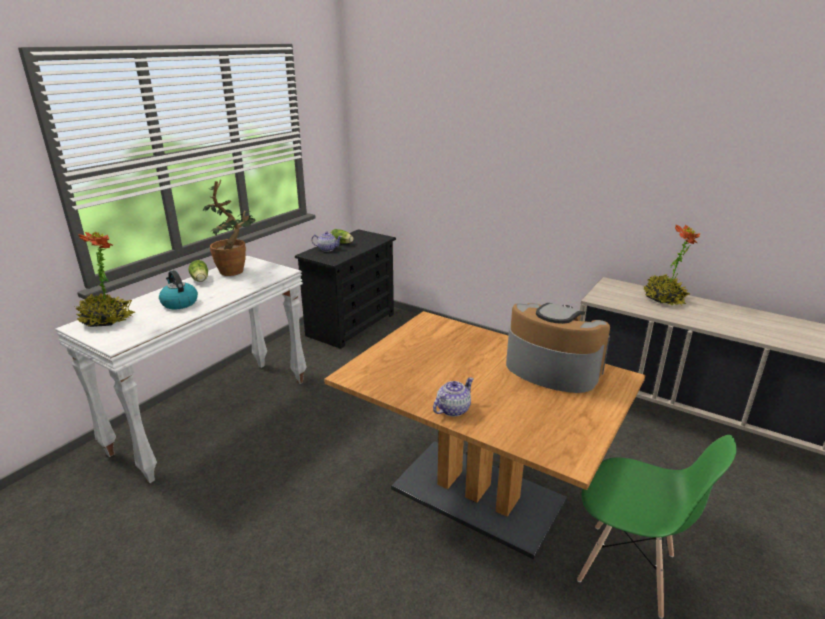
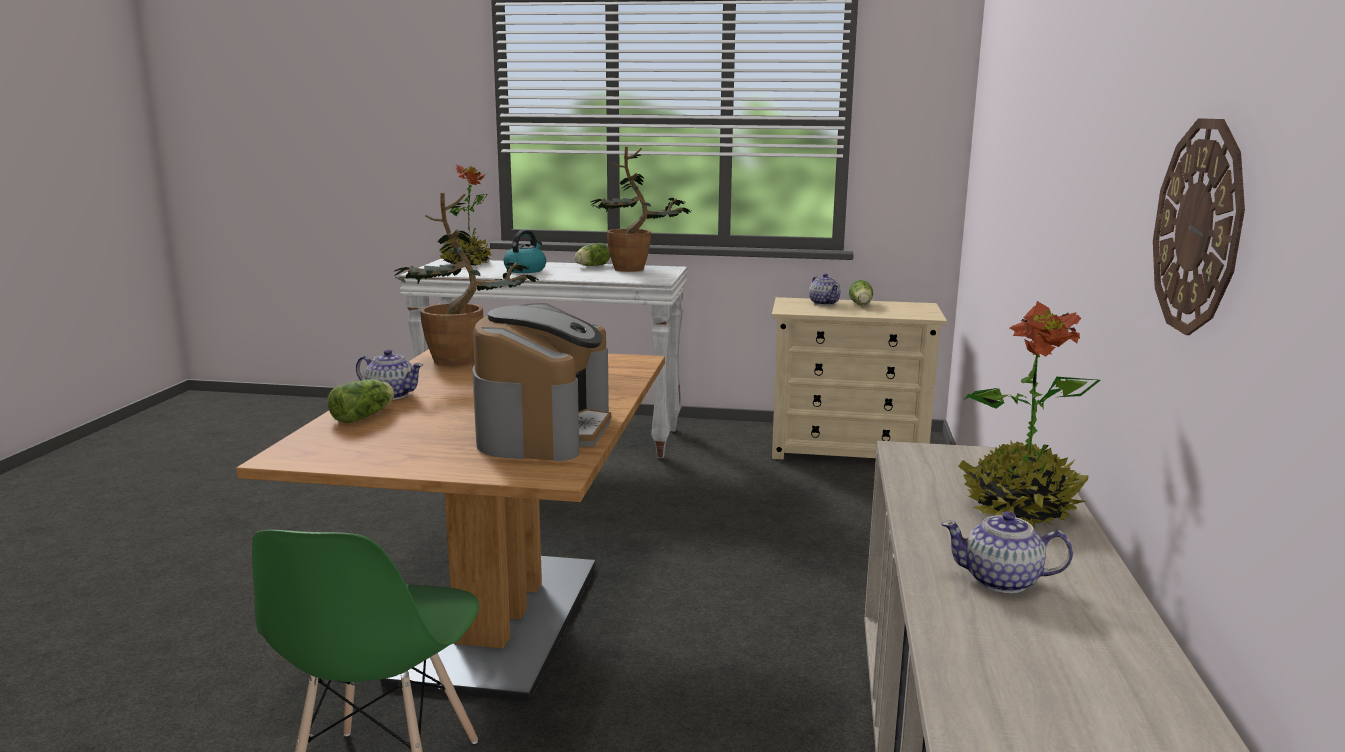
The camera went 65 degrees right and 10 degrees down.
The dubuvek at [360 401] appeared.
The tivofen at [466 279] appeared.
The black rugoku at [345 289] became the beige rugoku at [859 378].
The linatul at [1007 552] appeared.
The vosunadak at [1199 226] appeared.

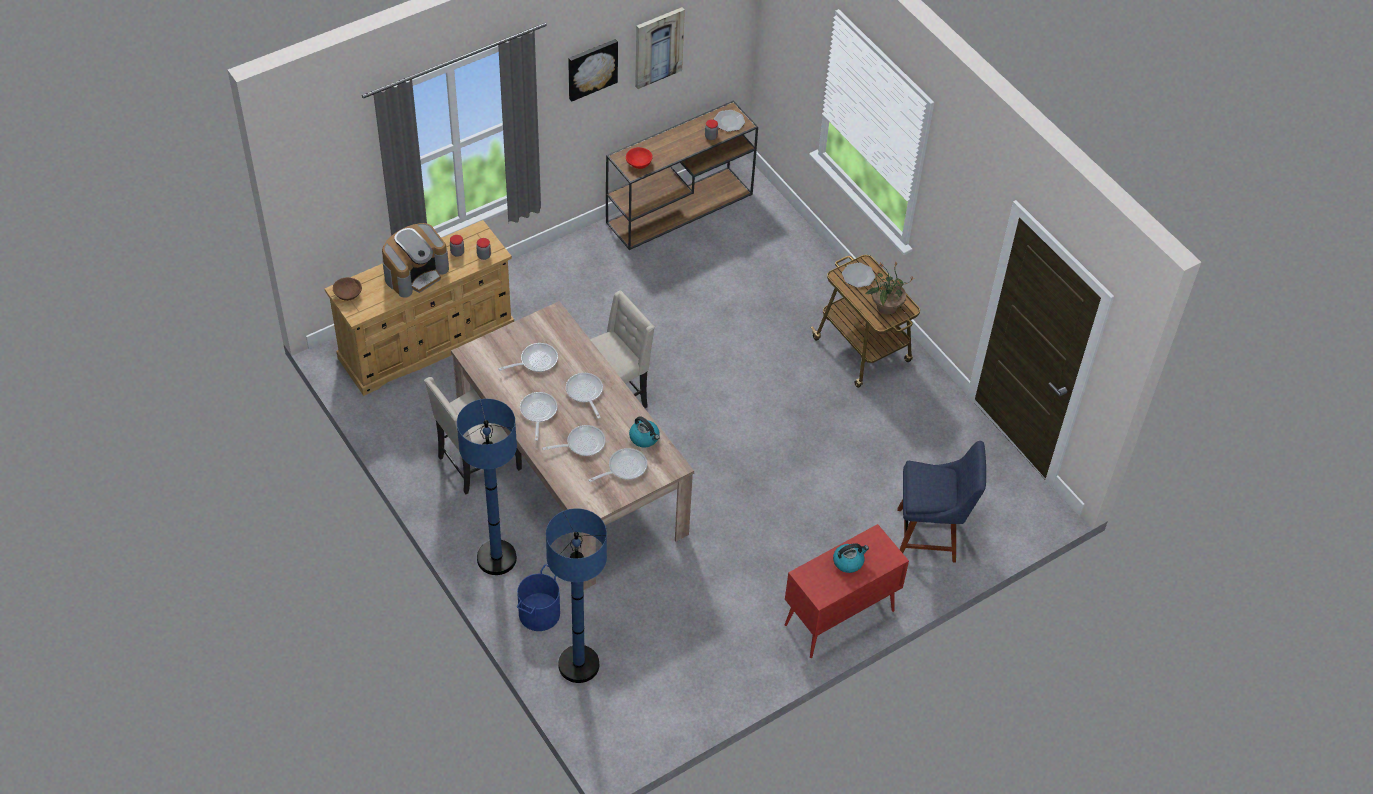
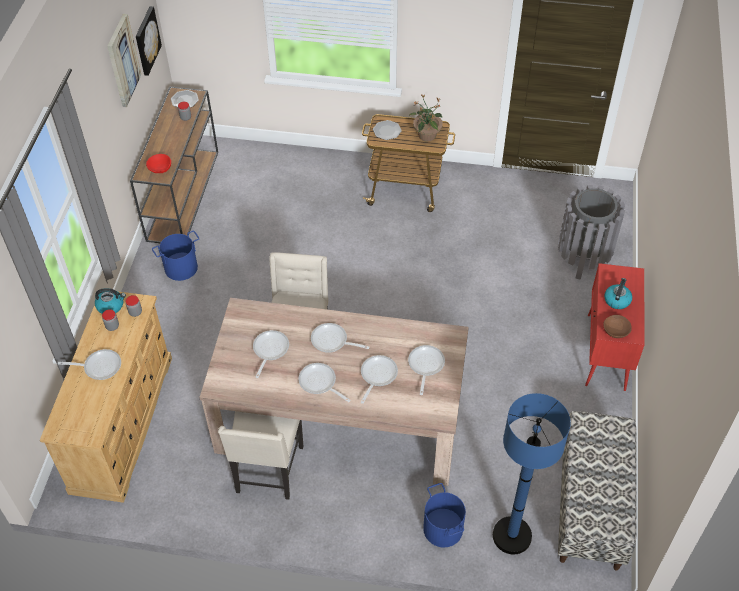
The camera went 45 degrees left and 0 degrees up.
The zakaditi at [415 260] was replaced by the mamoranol at [89 364].
The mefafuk moved from [644 432] to [110 300].
The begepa moved from [593 70] to [149 41].
The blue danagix at [176 256] appeared.
The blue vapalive at [942 502] was replaced by the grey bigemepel at [591 232].
The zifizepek at [597 491] appeared.
The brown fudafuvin moved from [347 289] to [617 326].
The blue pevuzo at [487 487] disappeared.

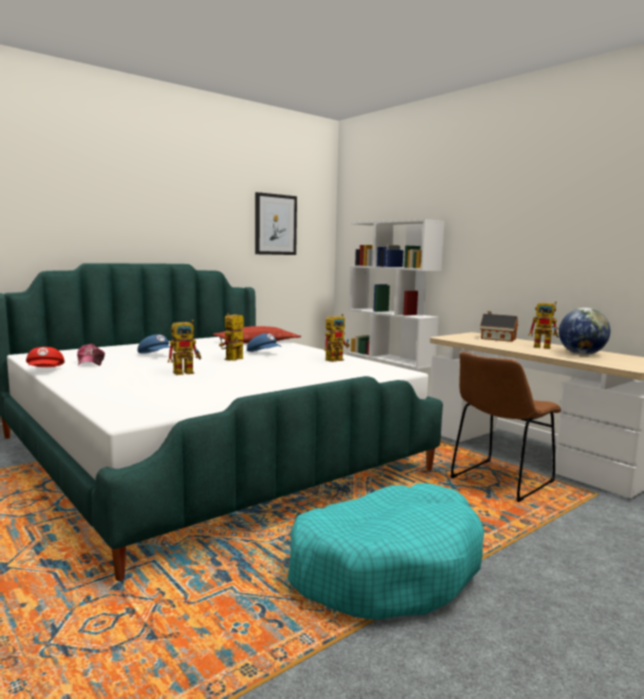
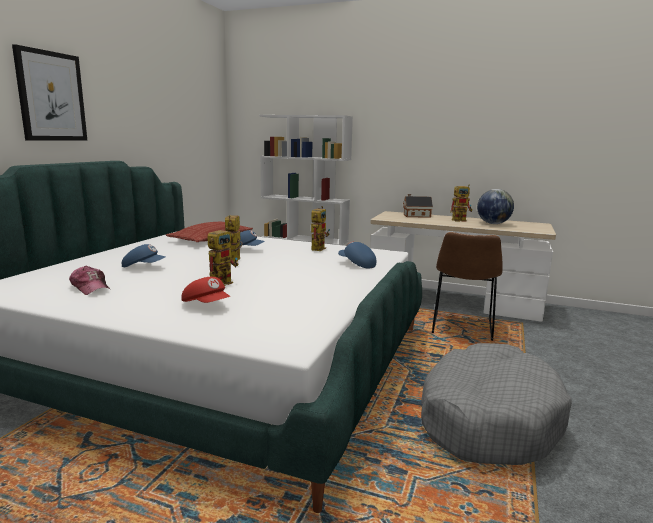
The camera went 30 degrees left and 5 degrees up.
The begepa moved from [276 223] to [49 92].
The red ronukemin moved from [45 357] to [205 290].
The blue ronukemin at [357 255] appeared.
The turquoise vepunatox at [385 551] became the grey vepunatox at [496 404].

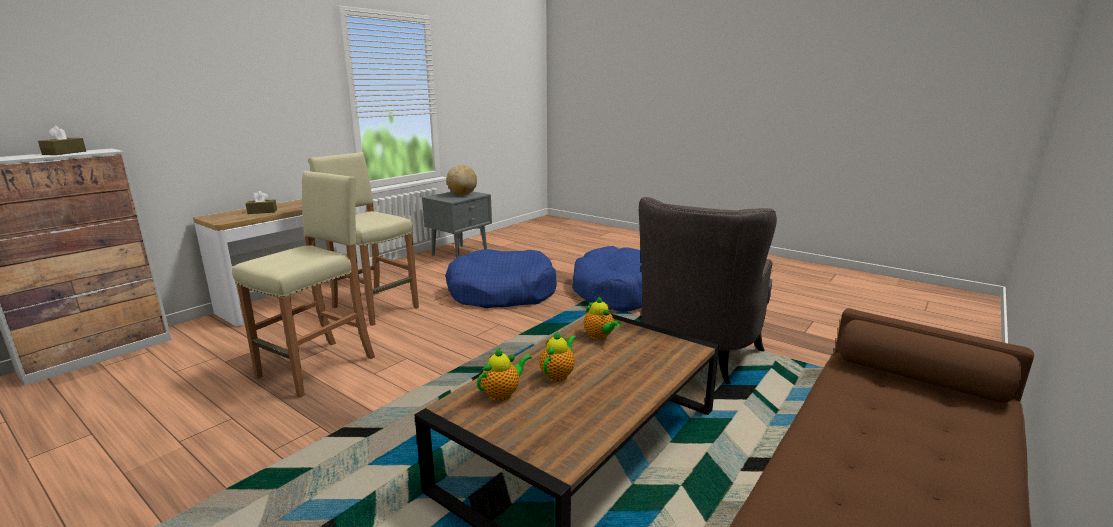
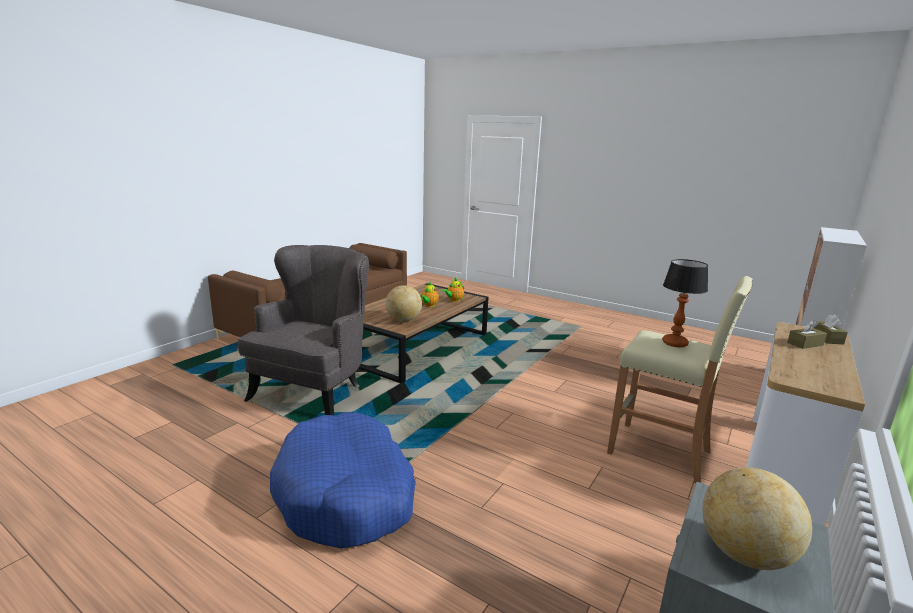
The camera went 175 degrees right and 0 degrees up.
The linatul at [602 318] was replaced by the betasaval at [404 303].
The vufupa at [685 303] appeared.
The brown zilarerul moved from [62 140] to [831 329].
The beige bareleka at [303 284] disappeared.
The blue vepunatox at [501 278] disappeared.

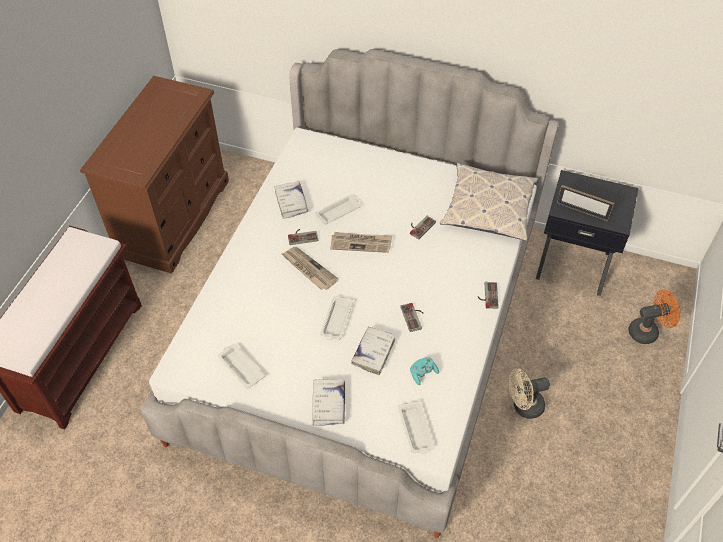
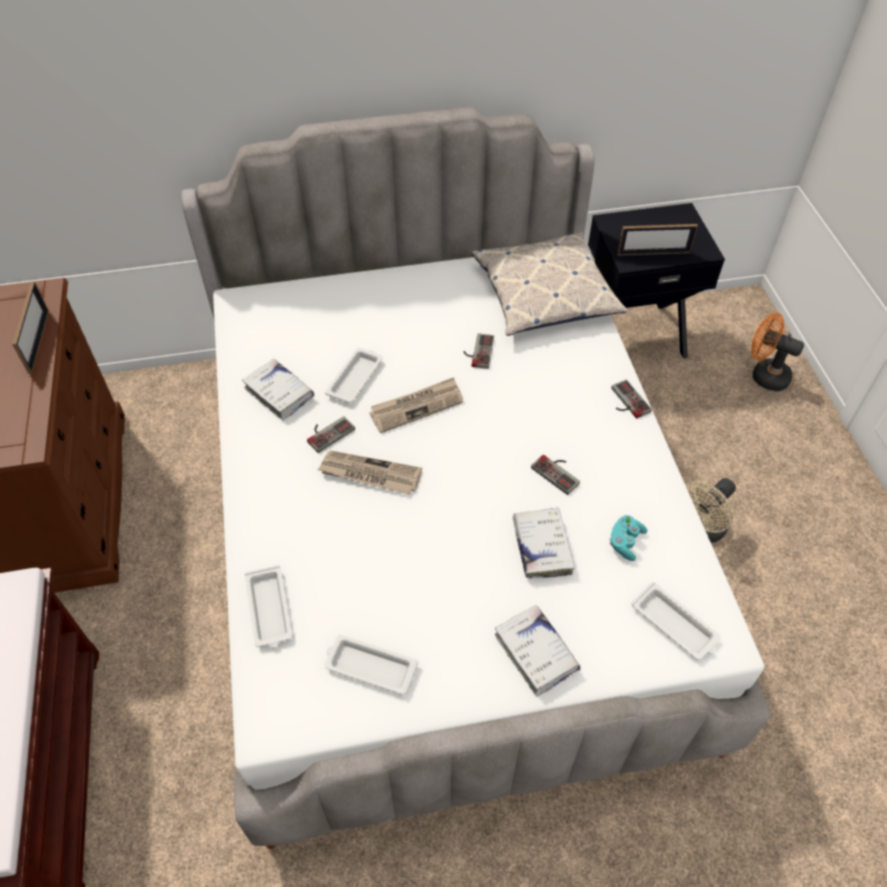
The camera went 30 degrees left and 0 degrees up.
The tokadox at [30 327] appeared.
The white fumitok moved from [336 318] to [268 606].
The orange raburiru at [654 317] turned 105 degrees counterclockwise.

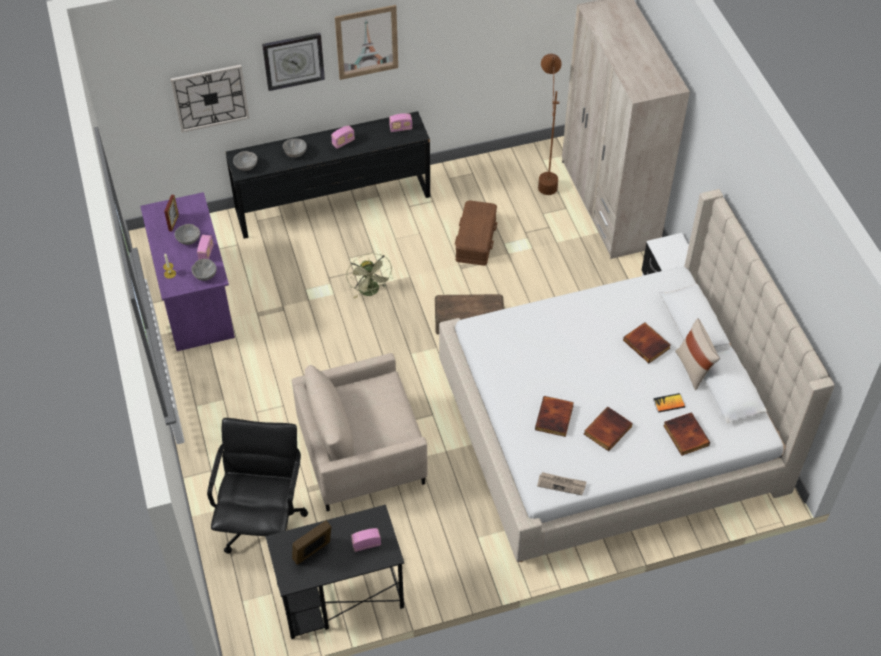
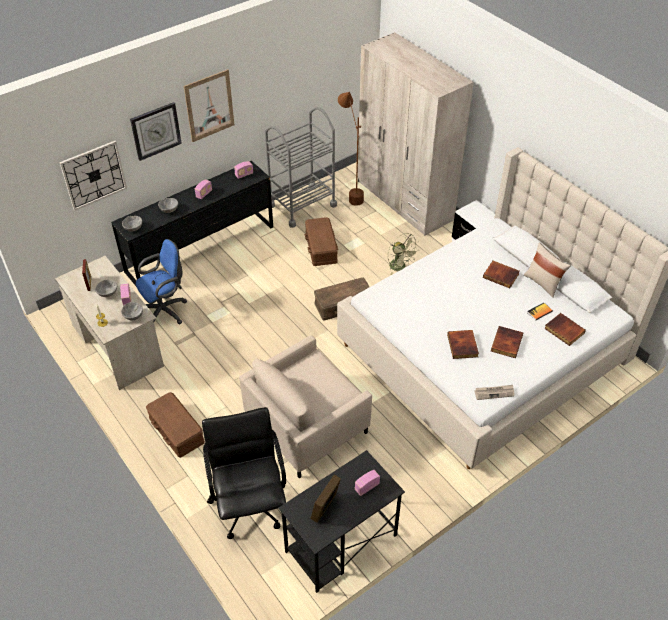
The camera went 20 degrees left and 5 degrees down.
The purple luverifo at [187 271] became the beige luverifo at [109 323].
The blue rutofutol at [161 281] appeared.
The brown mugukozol at [175 425] appeared.
The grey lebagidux at [301 167] appeared.
The green raburiru moved from [369 276] to [403 254].

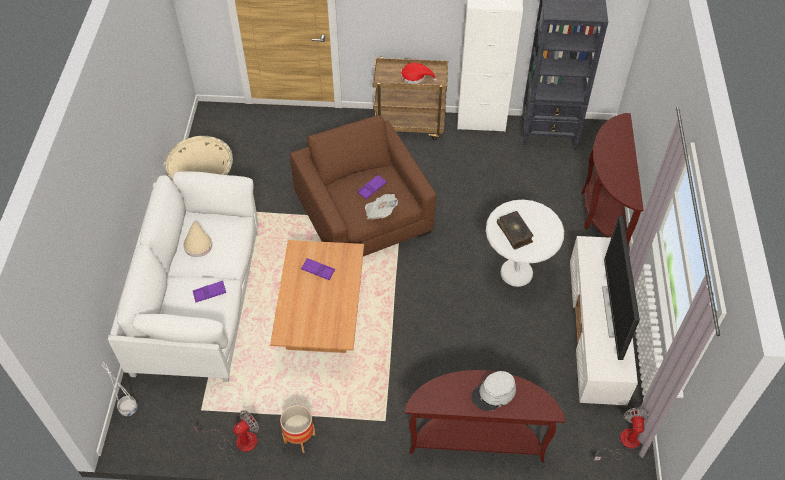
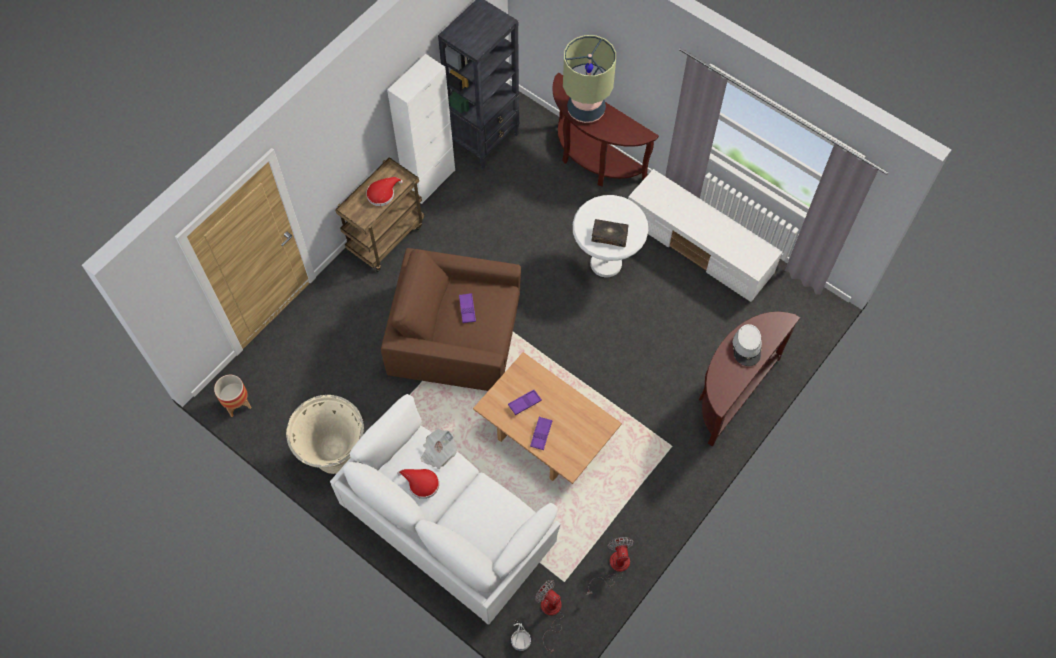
The camera went 55 degrees left and 10 degrees up.
The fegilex moved from [297 429] to [233 396].
The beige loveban at [197 239] became the red loveban at [418 484].
The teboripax moved from [381 206] to [439 449].
The purple fumitok moved from [209 291] to [541 433].
The raburiru moved from [622 434] to [549 617].
The vufupa at [589 79] appeared.
The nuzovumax at [621 288] disappeared.

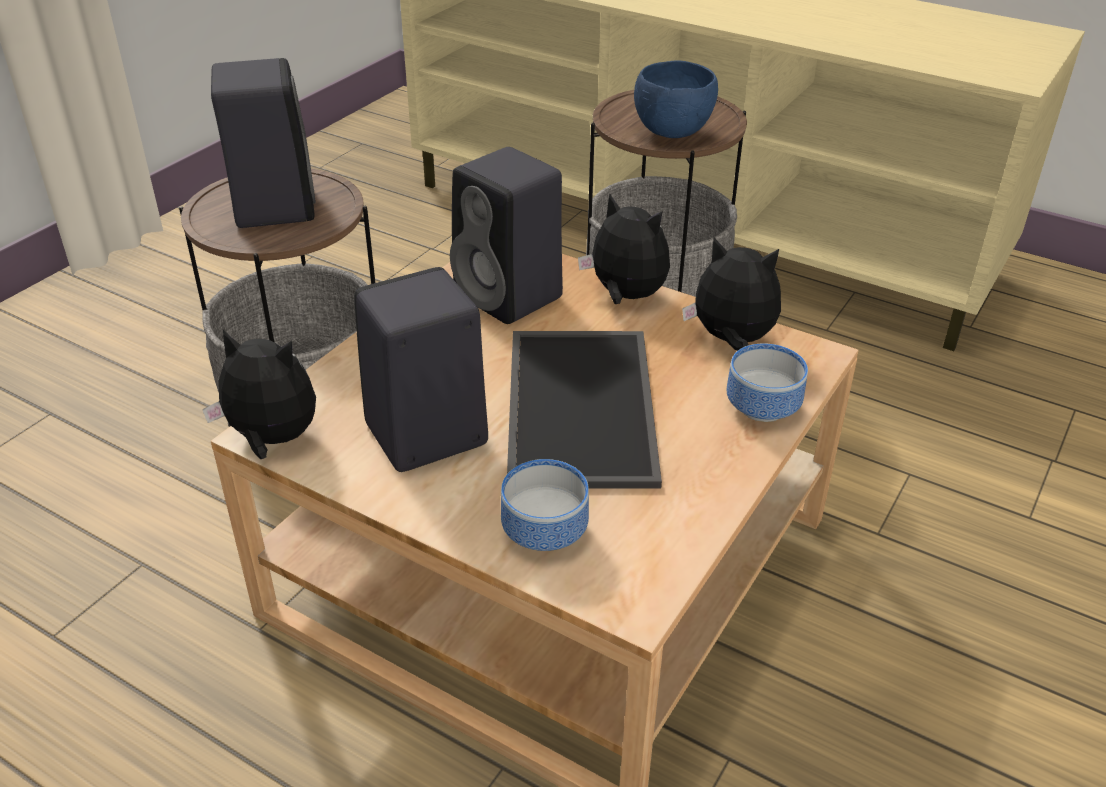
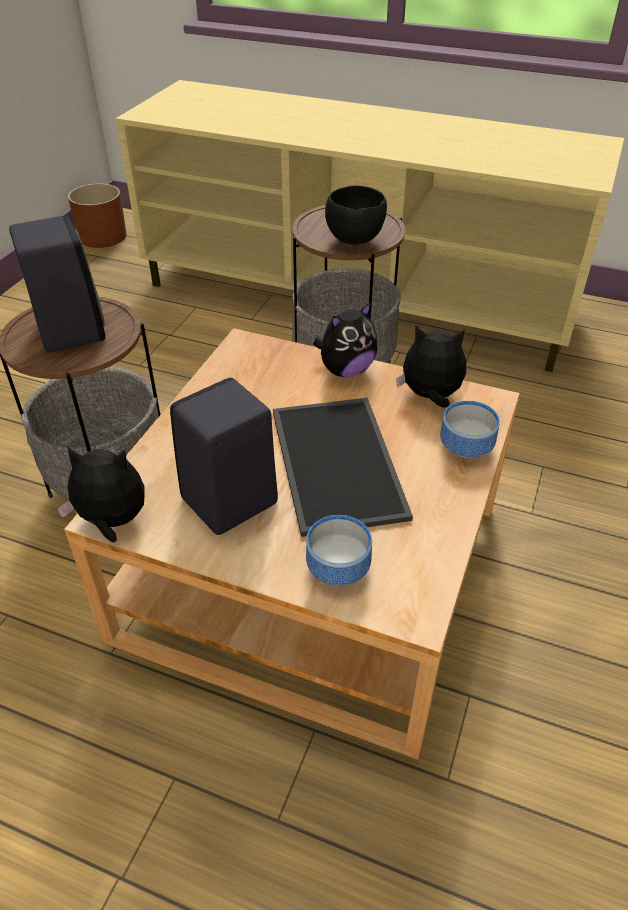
The camera went 10 degrees left and 5 degrees up.
The brown fegilex at [97 215] appeared.
The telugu at [624 249] turned 120 degrees clockwise.
The blue fudafuvin at [676 99] became the black fudafuvin at [356 215].
The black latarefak at [506 235] disappeared.

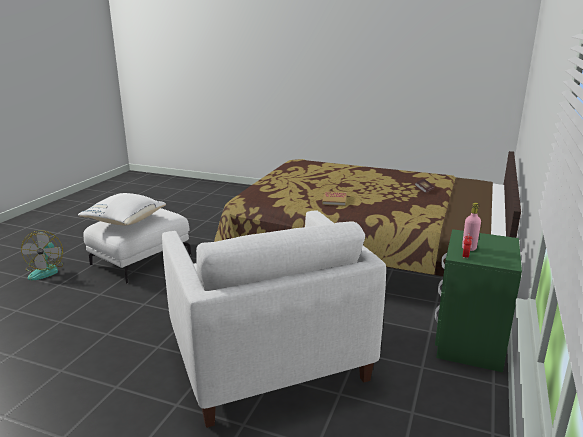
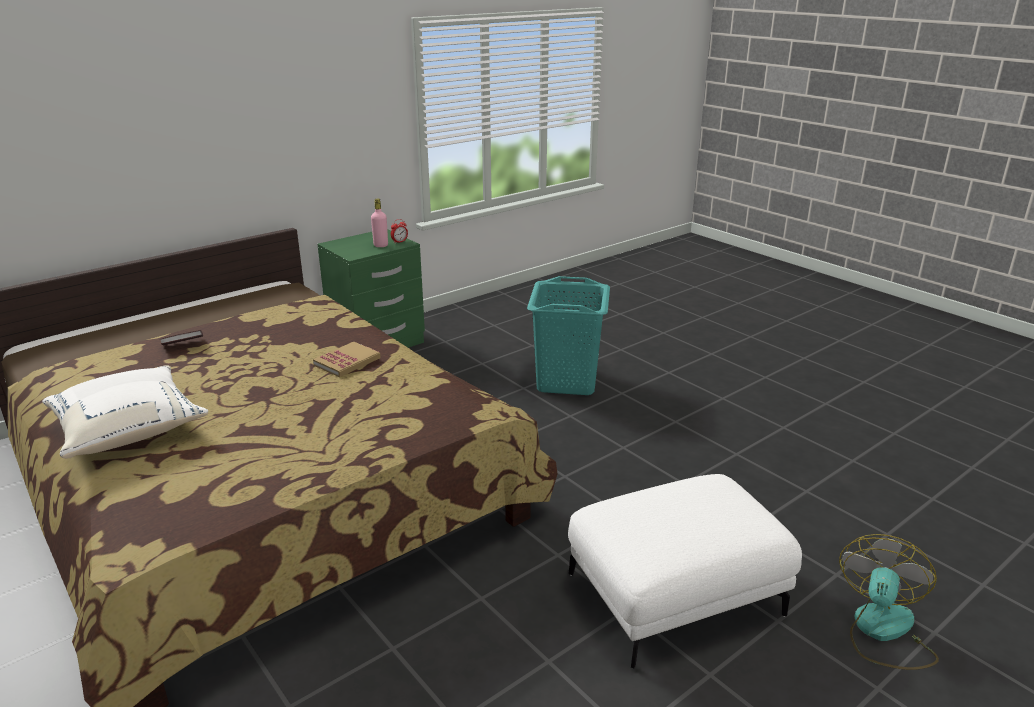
The camera went 150 degrees left and 5 degrees up.
The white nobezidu moved from [122 209] to [125 412].
The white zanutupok at [274 319] was replaced by the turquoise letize at [568 335].

